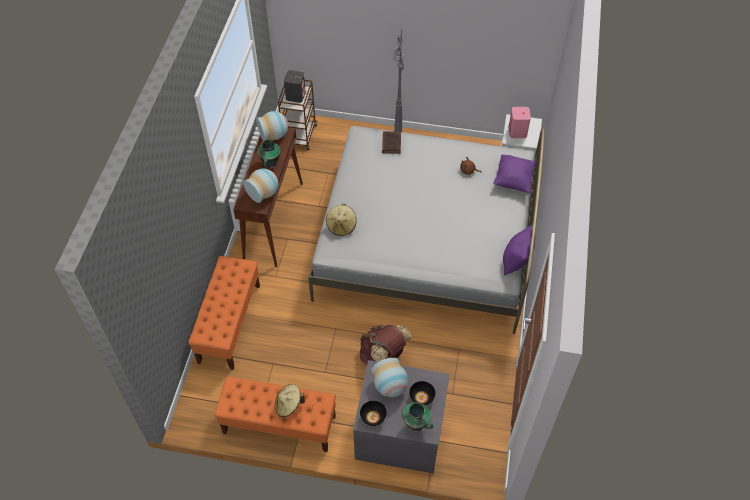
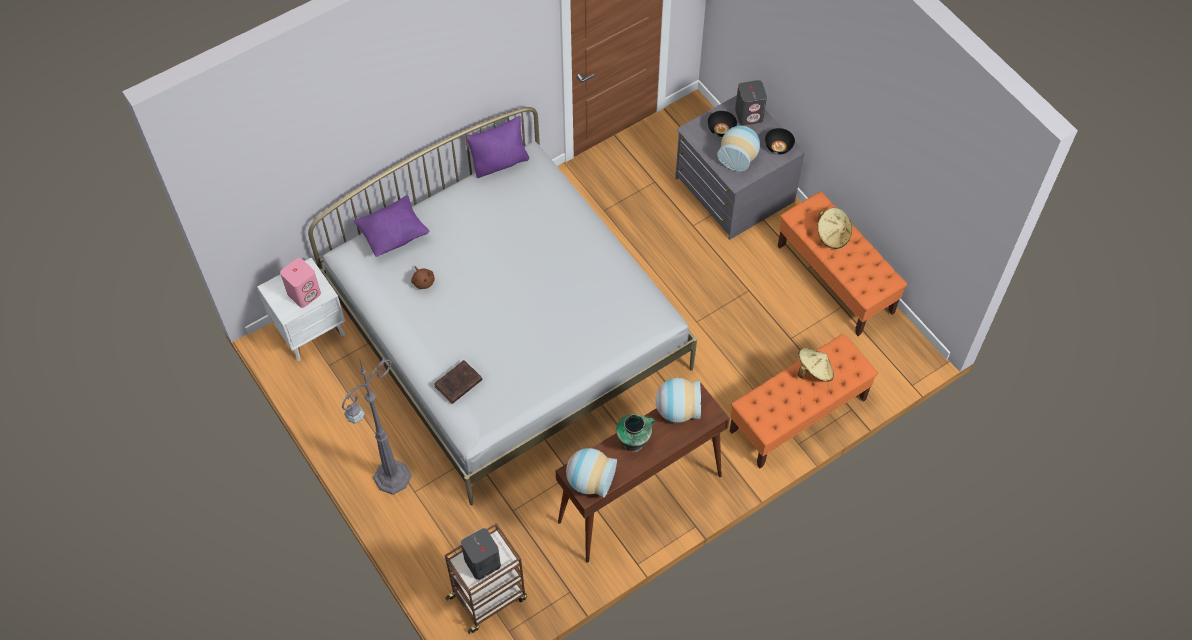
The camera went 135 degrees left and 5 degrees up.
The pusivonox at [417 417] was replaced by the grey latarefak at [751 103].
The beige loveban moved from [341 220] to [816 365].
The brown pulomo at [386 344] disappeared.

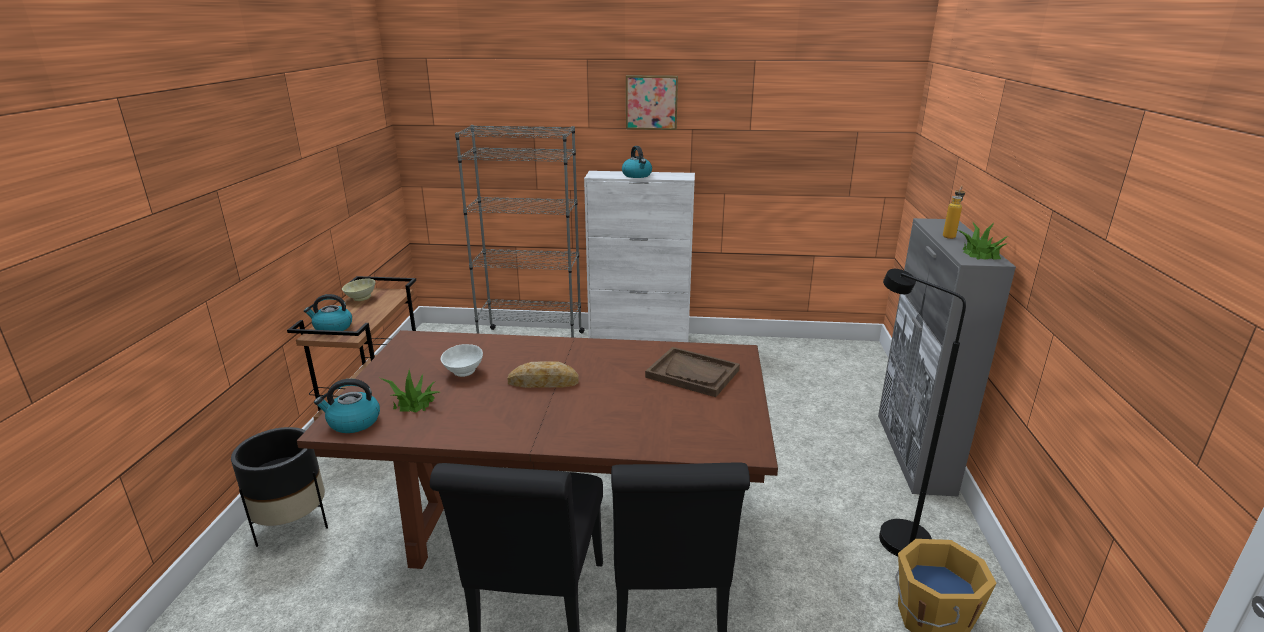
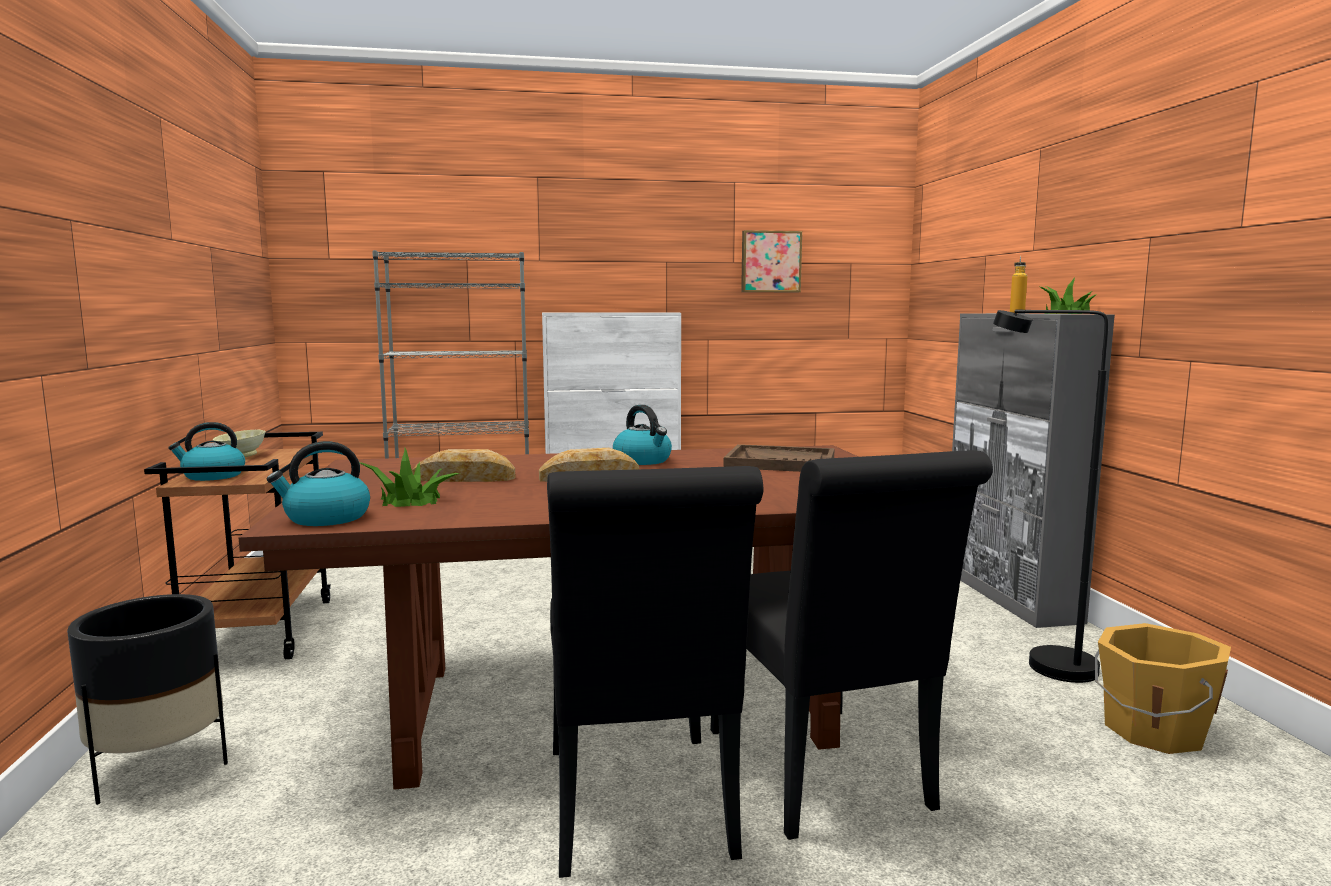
The camera went 15 degrees left and 15 degrees down.
The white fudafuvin at [462 360] was replaced by the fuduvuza at [463 465].
The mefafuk moved from [637 162] to [642 435].
The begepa moved from [652 102] to [771 261].

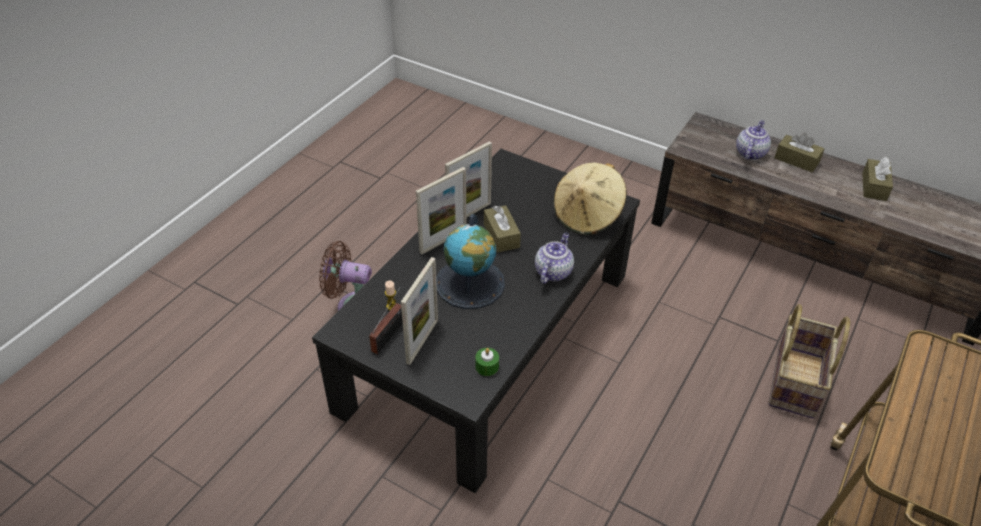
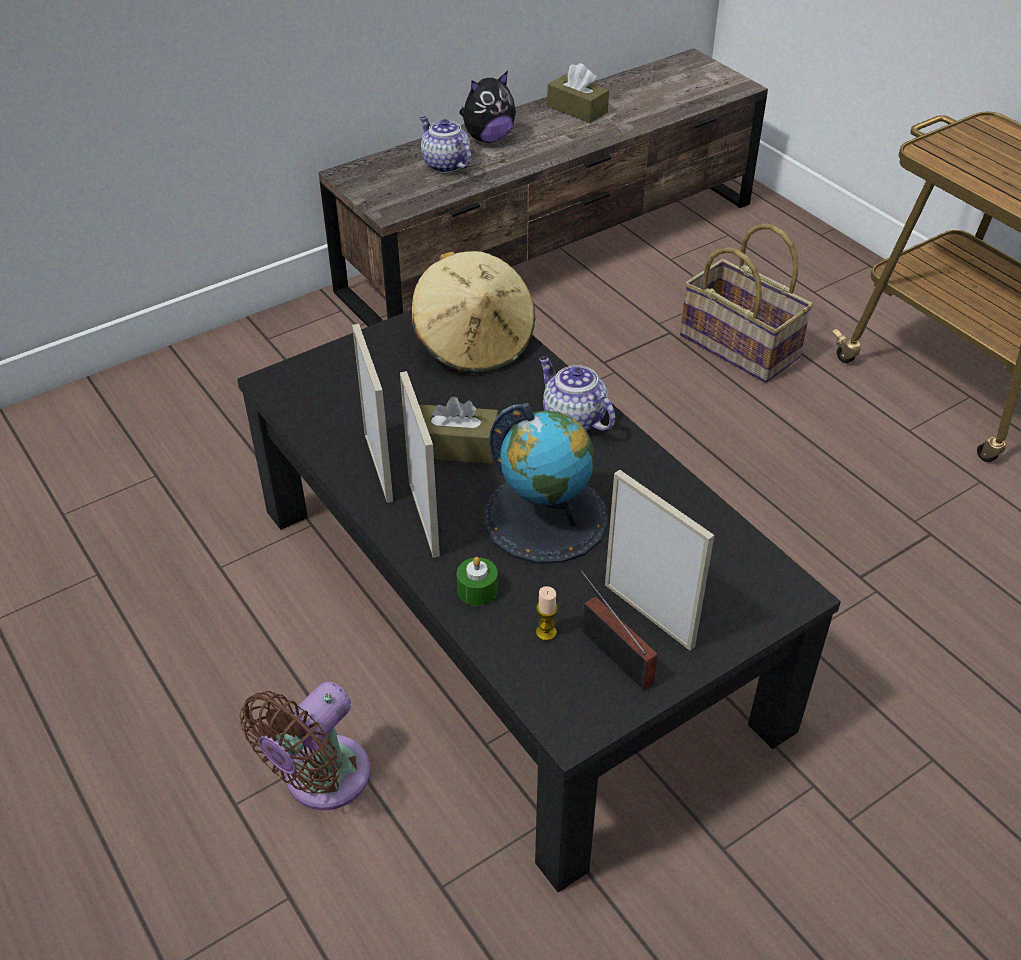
The camera went 65 degrees left and 0 degrees up.
The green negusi moved from [487 362] to [477 581].
The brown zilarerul at [800 152] was replaced by the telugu at [487 107].

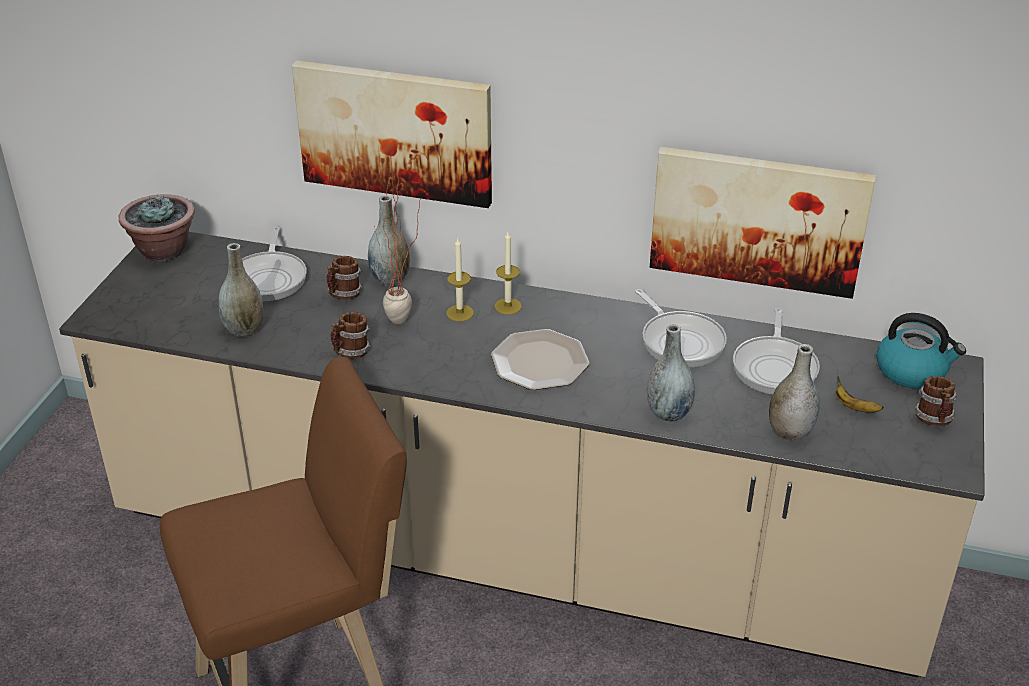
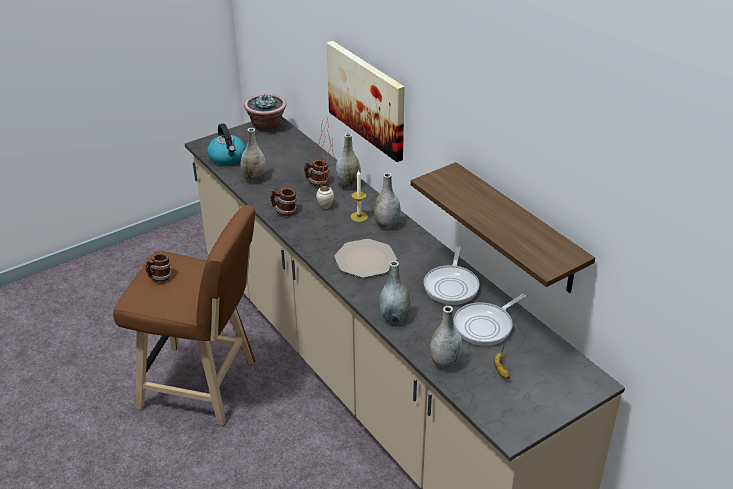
The camera went 40 degrees right and 0 degrees up.
The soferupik moved from [935 401] to [158 267].
The mefafuk moved from [921 351] to [226 144].
The negusi at [508 273] was replaced by the grey pusivonox at [387 201].
The begepa at [763 223] was replaced by the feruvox at [503 227].
The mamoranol at [274 264] disappeared.

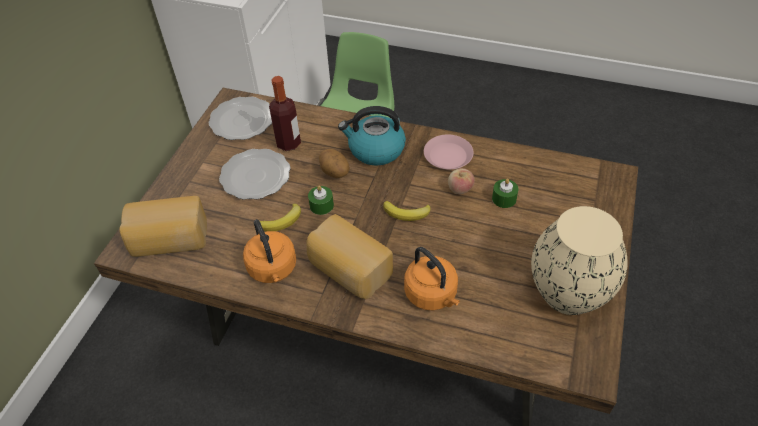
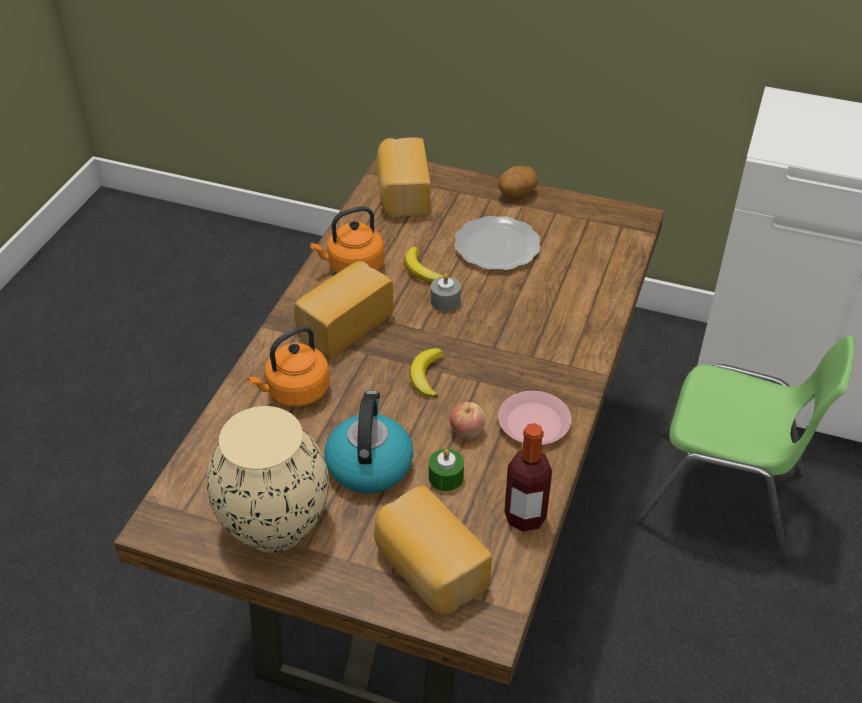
The camera went 90 degrees right and 5 degrees down.
The mefafuk moved from [372 136] to [368 442].
The fuduvuza at [433 550] appeared.
The green negusi at [321 200] became the grey negusi at [446 292].
The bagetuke moved from [334 163] to [518 182].
The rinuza moved from [285 113] to [528 477].
The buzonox at [240 118] disappeared.

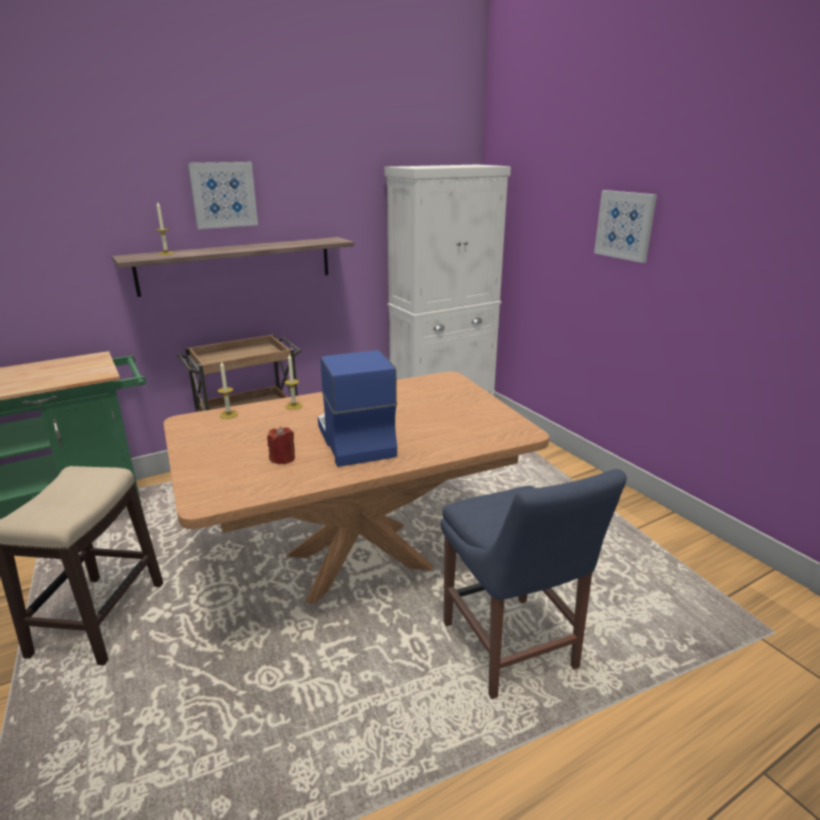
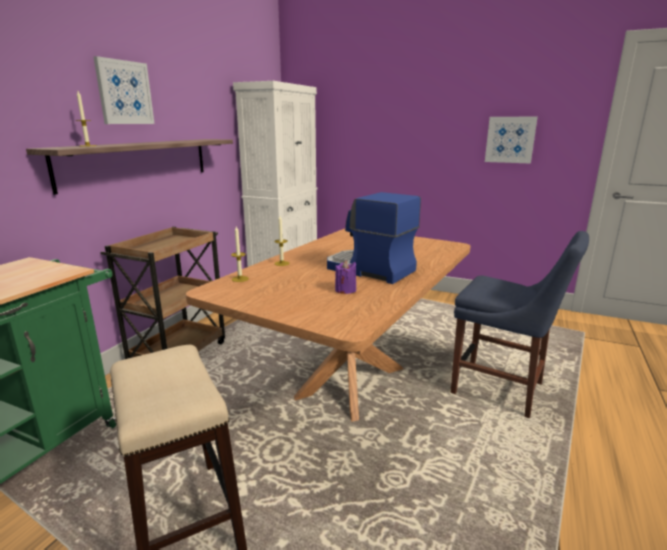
The camera went 35 degrees left and 5 degrees down.
The red negusi at [281 445] became the purple negusi at [345 277].
The begepa moved from [625 226] to [511 140].

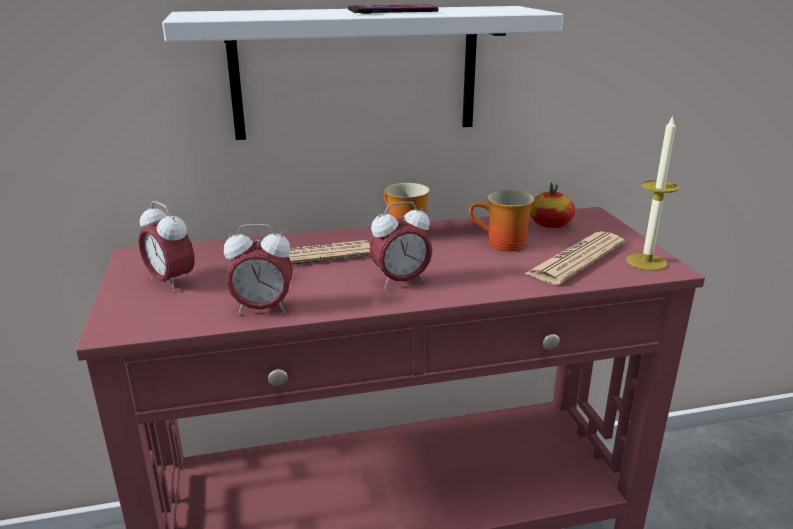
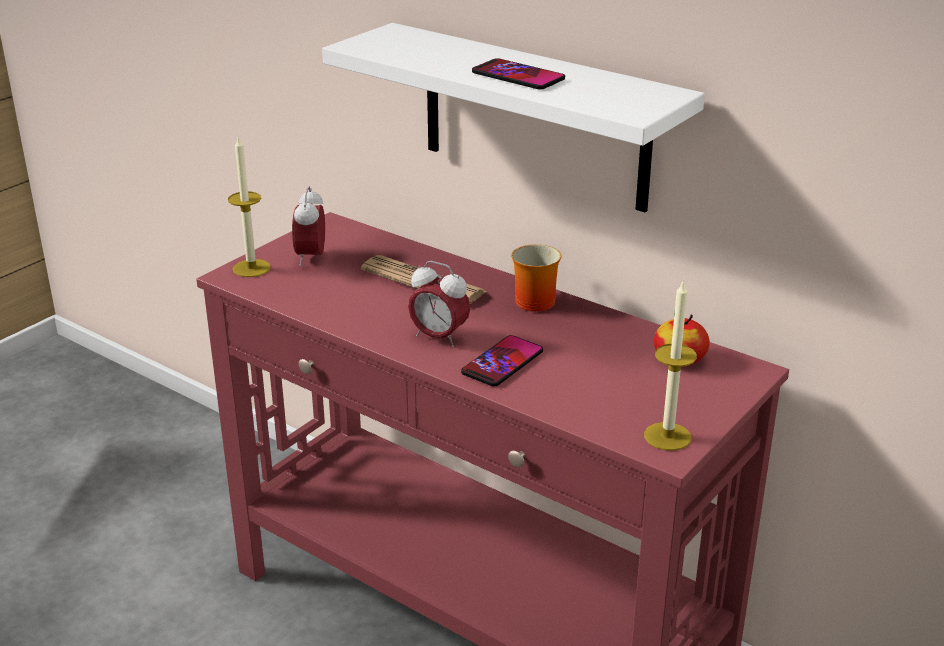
The camera went 50 degrees right and 5 degrees up.
The negusi at [249 207] appeared.
The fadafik at [502 360] appeared.
The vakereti at [258 269] disappeared.
The soferupik at [502 220] disappeared.
The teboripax at [574 258] disappeared.

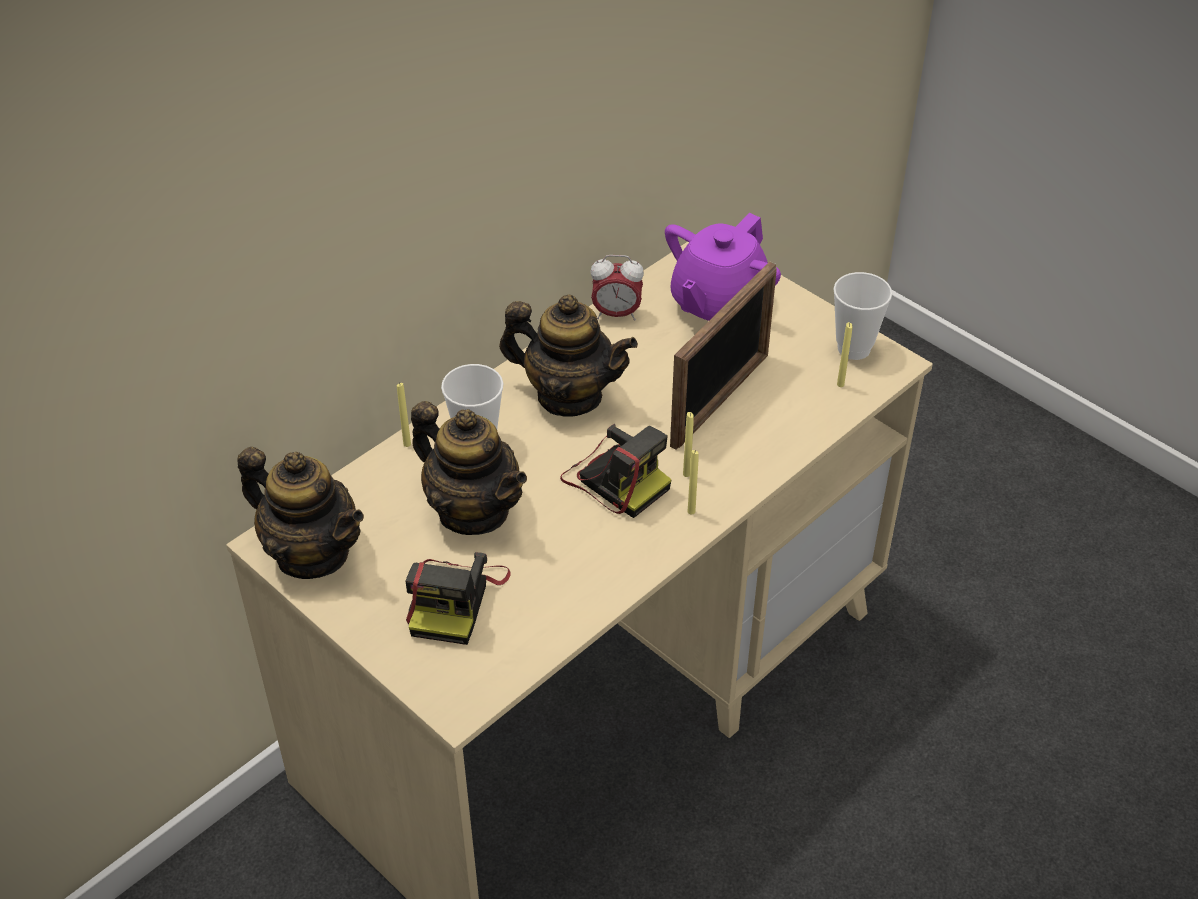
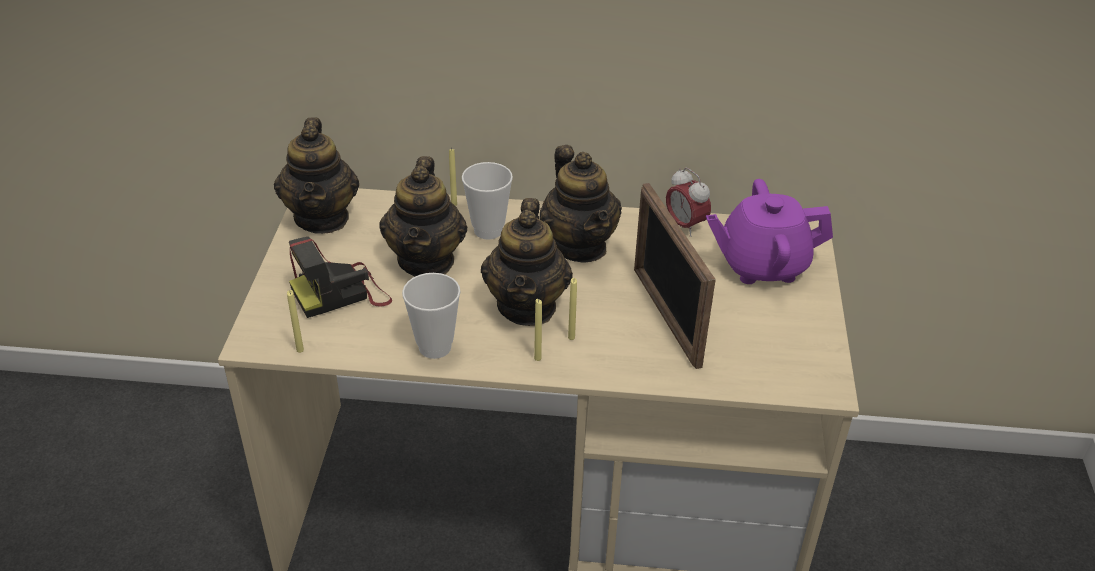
The camera went 50 degrees right and 5 degrees down.
The yellow negusi moved from [845 354] to [295 321].
The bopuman moved from [862 316] to [431 316].
The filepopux at [616 471] was replaced by the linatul at [527 262].
The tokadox at [723 355] turned 75 degrees clockwise.

